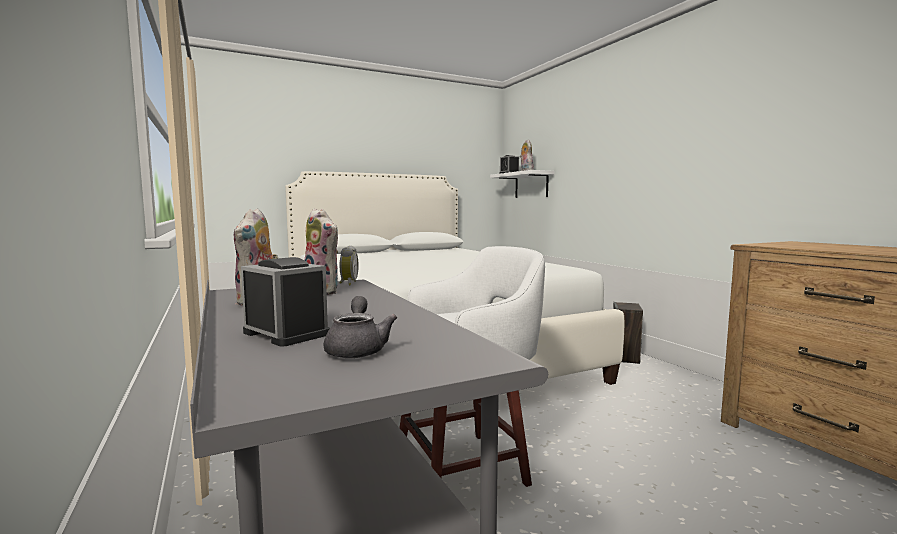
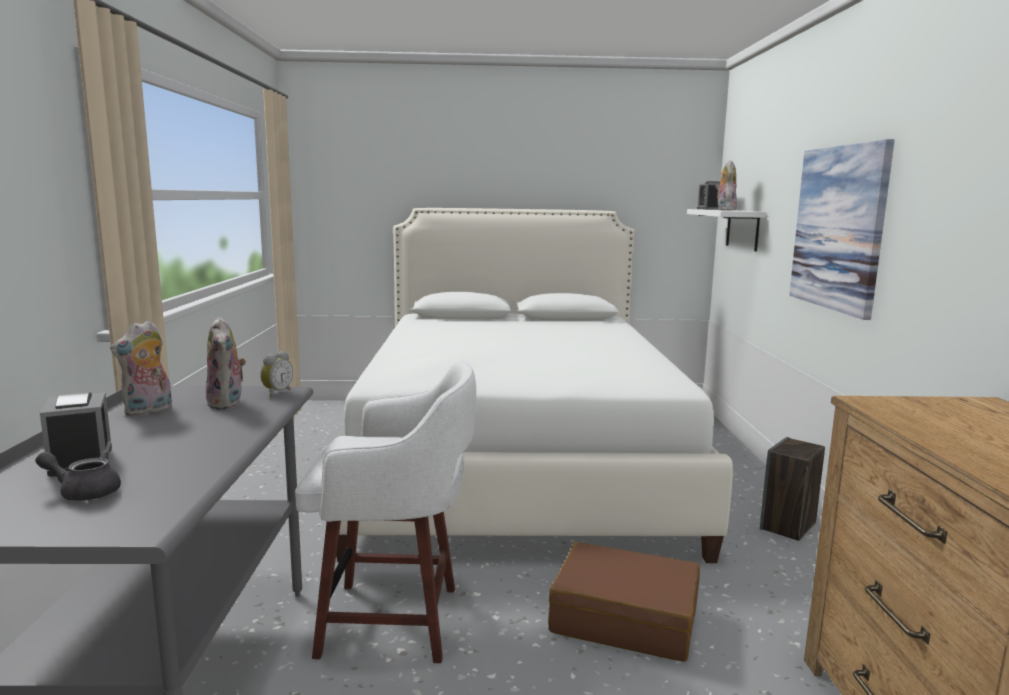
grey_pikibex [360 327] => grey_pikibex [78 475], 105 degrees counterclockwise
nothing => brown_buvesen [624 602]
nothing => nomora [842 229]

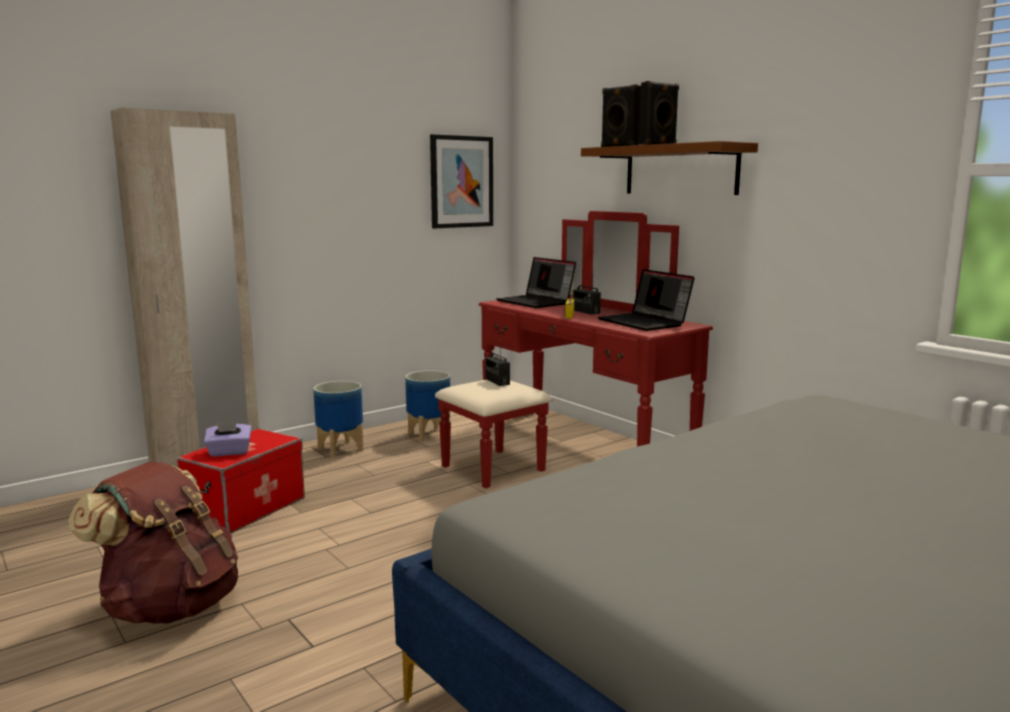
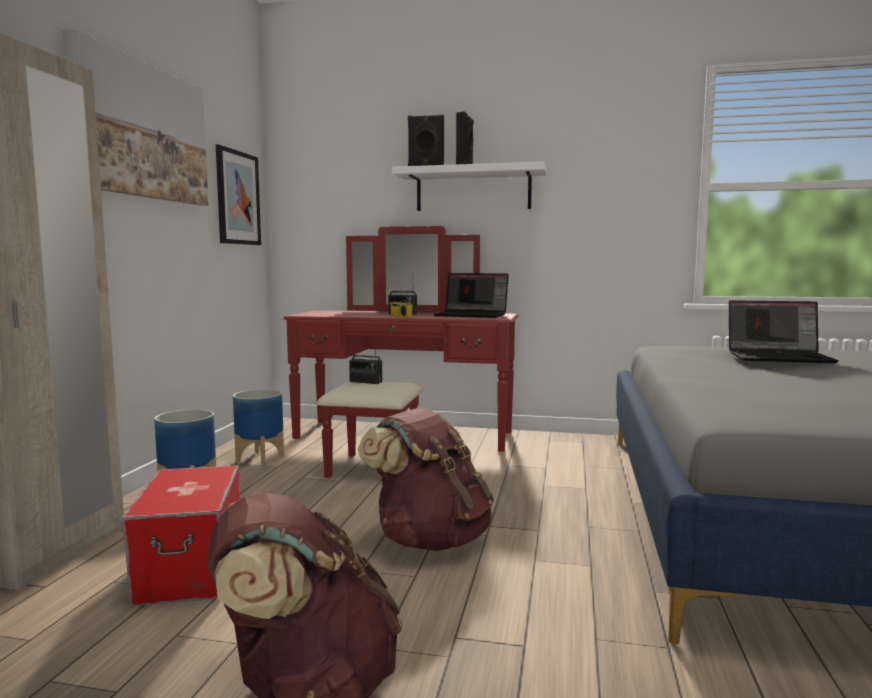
nothing => nomora [135 117]
nothing => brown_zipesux [426 479]
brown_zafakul [669 168] => white_zafakul [469 186]
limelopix [536 282] => limelopix [784 331], shifted
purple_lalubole [228 438] => nothing

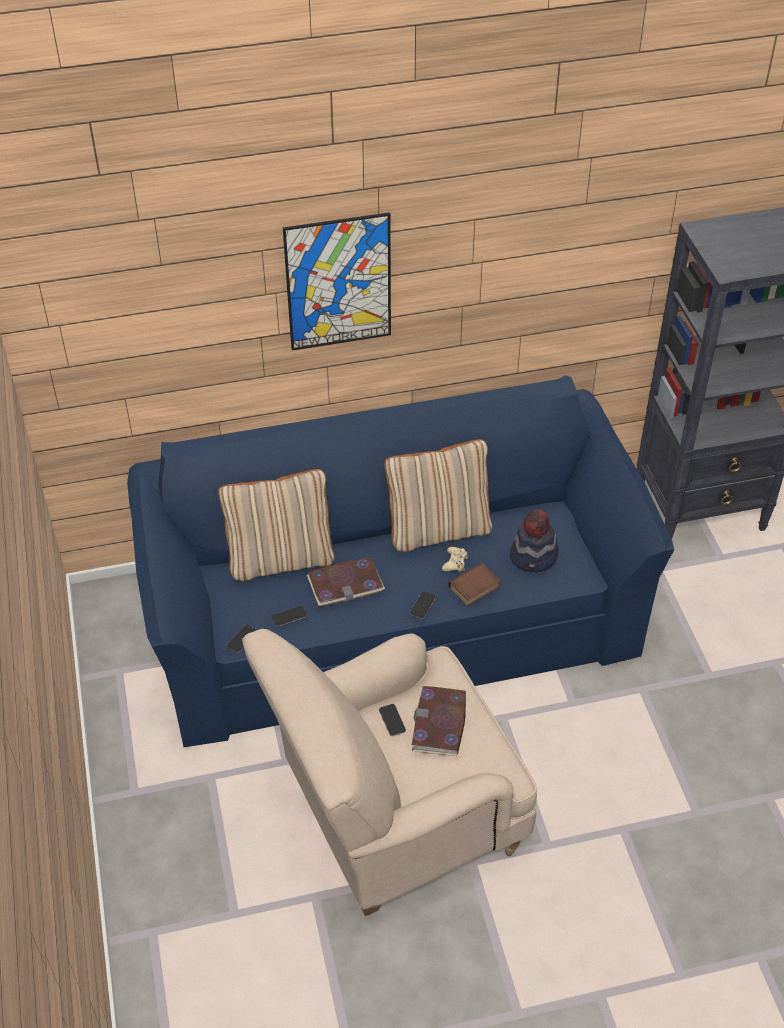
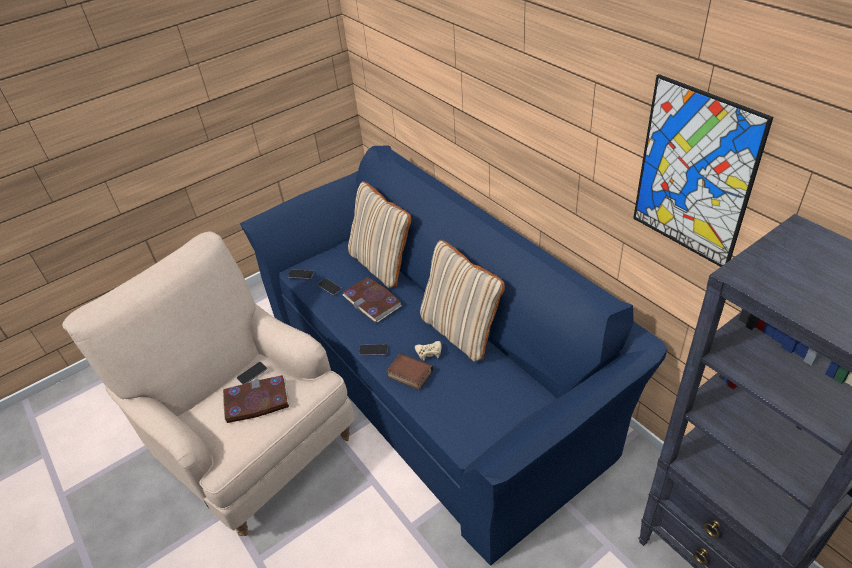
nomora [337 281] => nomora [703 170], shifted
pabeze [534 540] => nothing

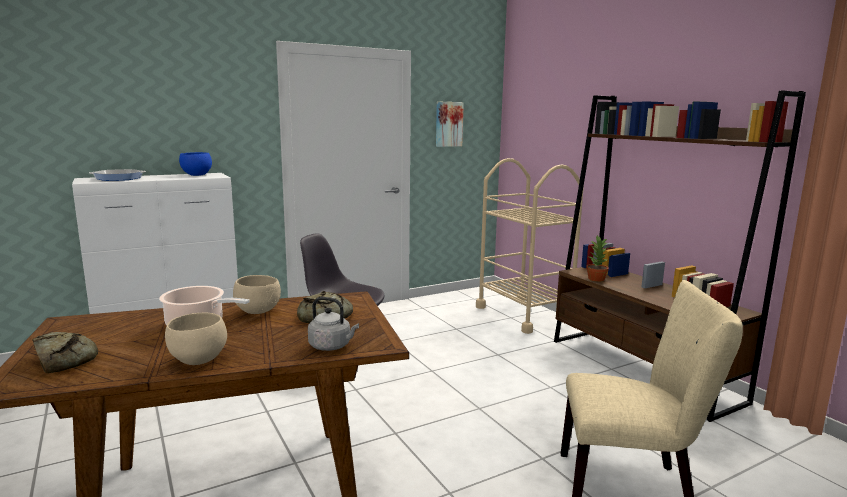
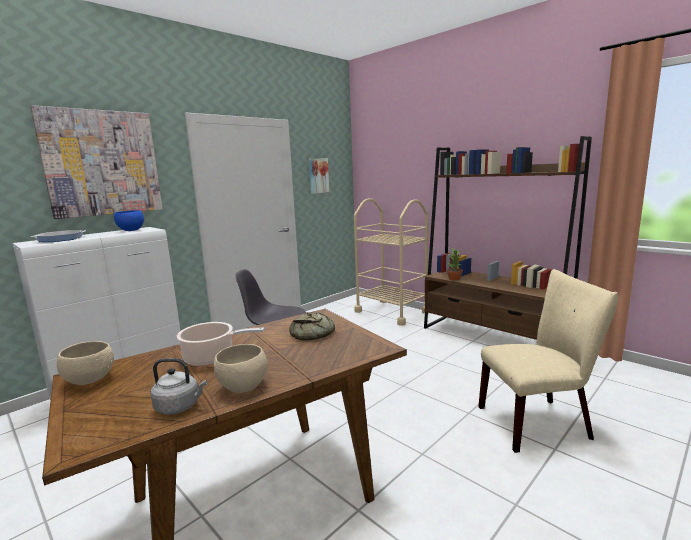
nothing => nomora [96 162]
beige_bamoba [257 294] => beige_bamoba [85 363], shifted
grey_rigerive [333 324] => grey_rigerive [179 386], shifted
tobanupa [65 352] => nothing

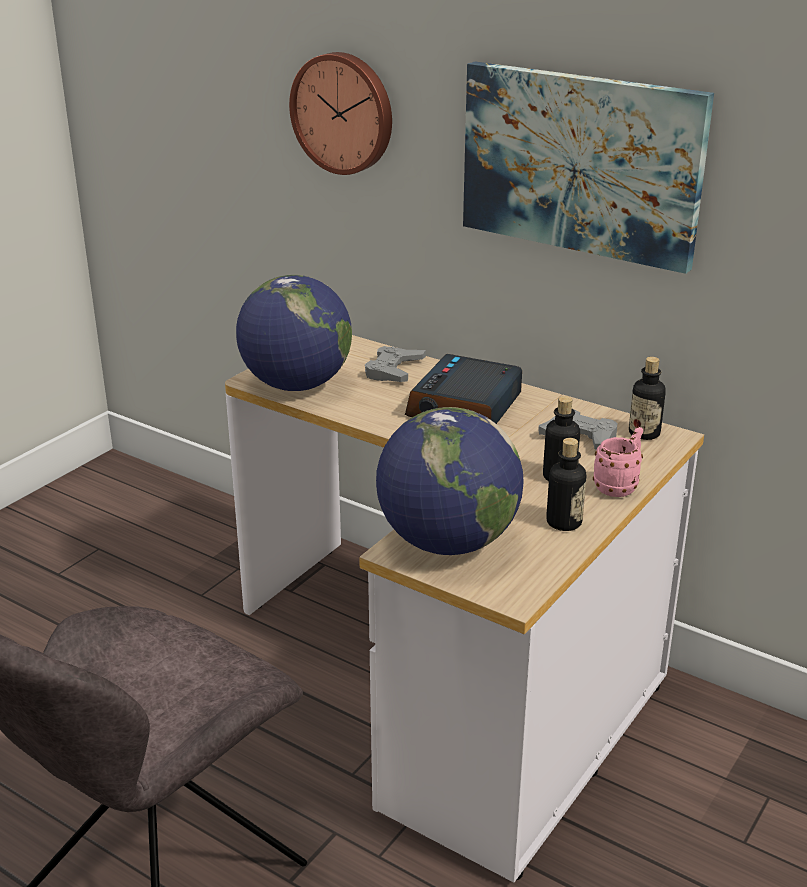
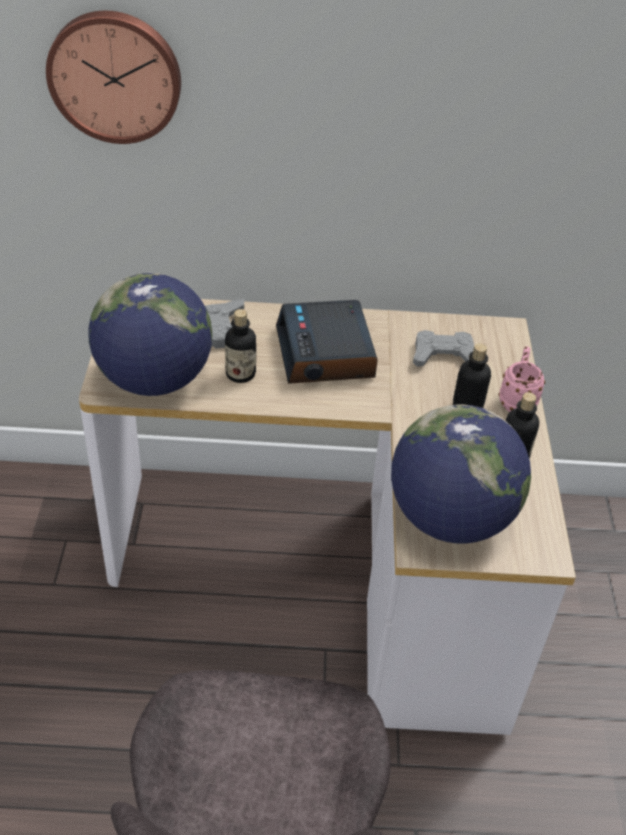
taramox [647 398] => taramox [240 346], shifted
nomora [588 168] => nothing

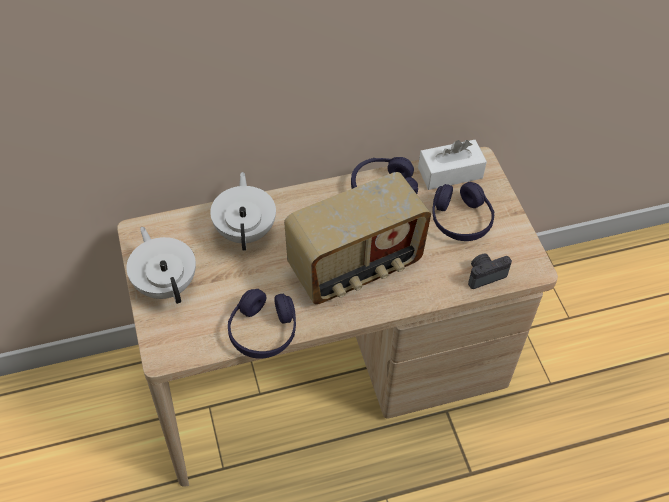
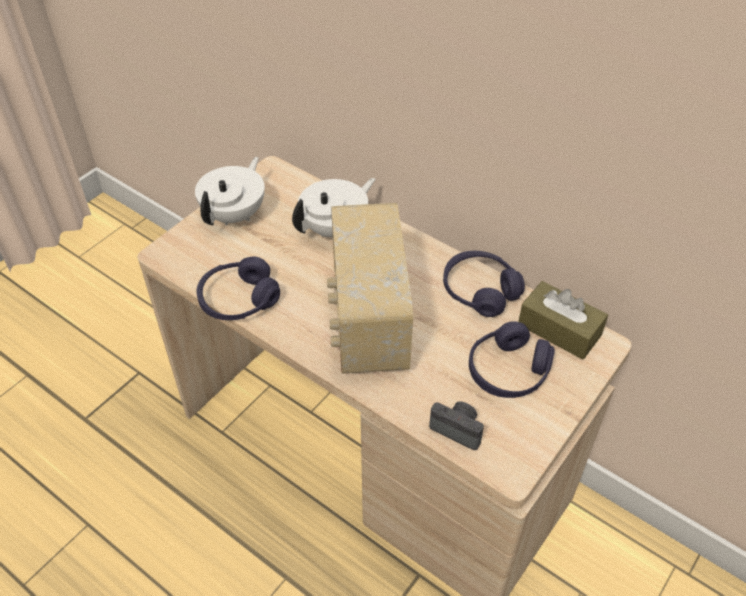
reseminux [357 238] => reseminux [370 288], 60 degrees clockwise
white_lalubole [452 165] => brown_lalubole [563 320]

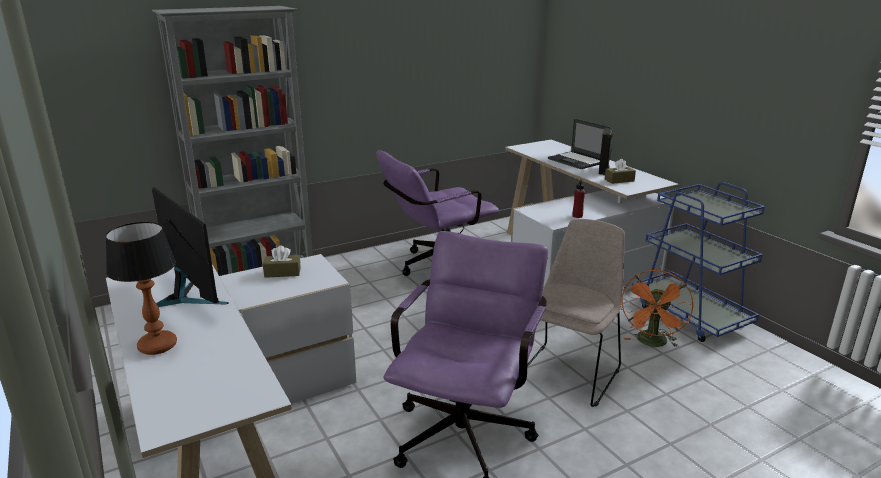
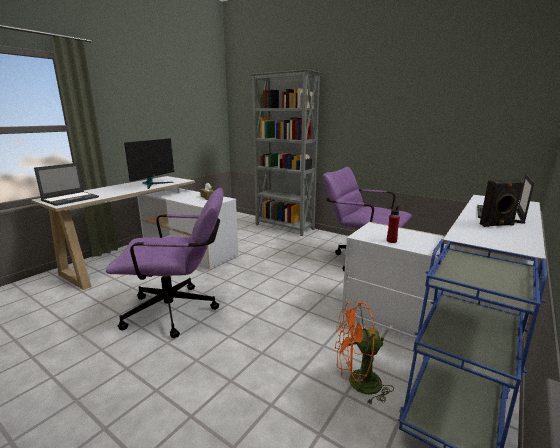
nothing => limelopix [66 184]
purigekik [141 288] => nothing
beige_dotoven [571 313] => nothing
brown_lalubole [620 171] => nothing

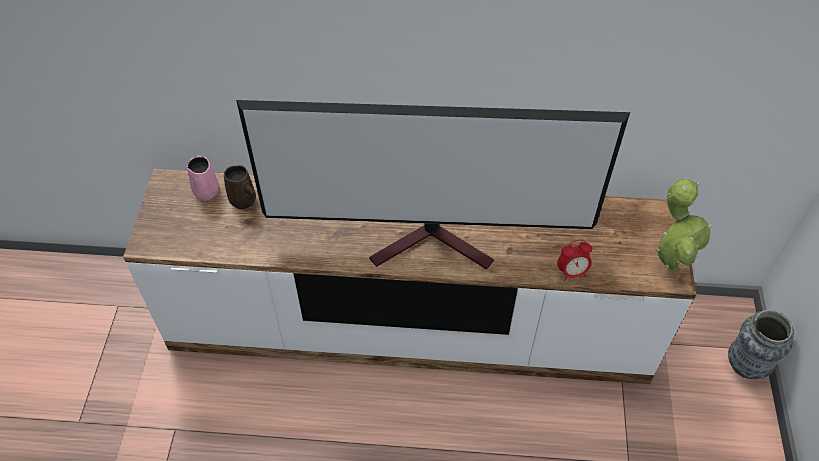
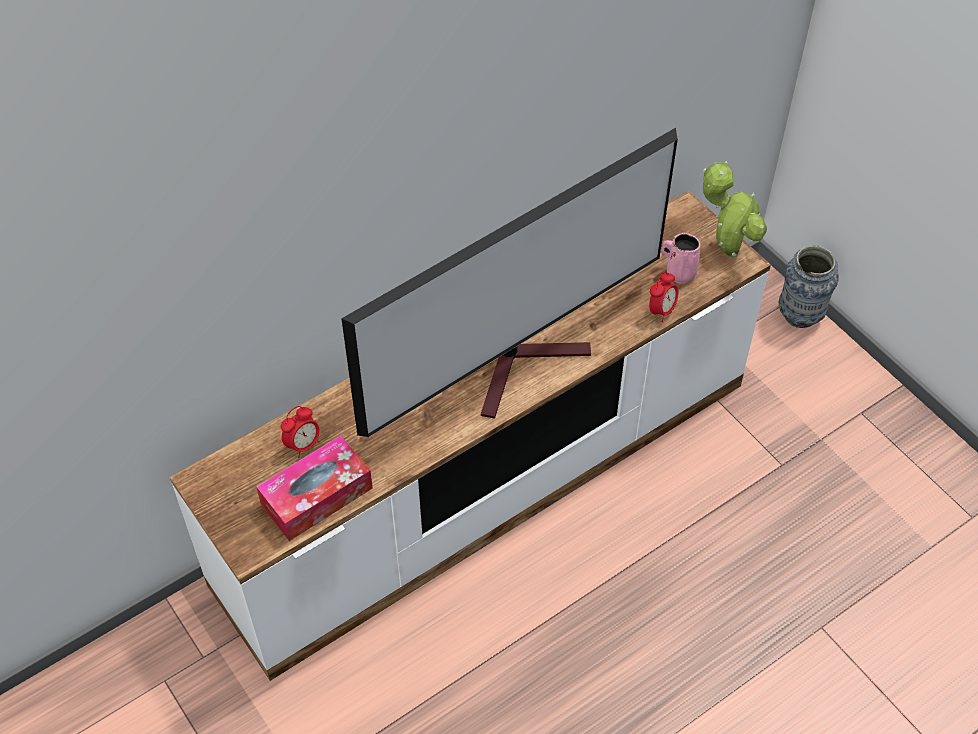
nothing => lalubole [314 488]
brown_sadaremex [240 187] => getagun [300 432]
pink_sadaremex [203 178] => pink_sadaremex [681 258], shifted

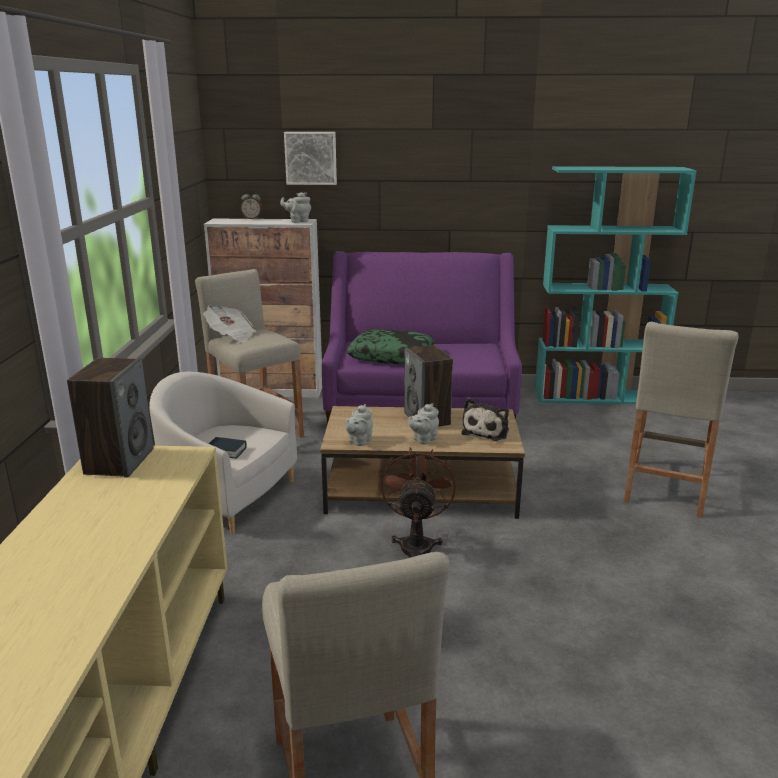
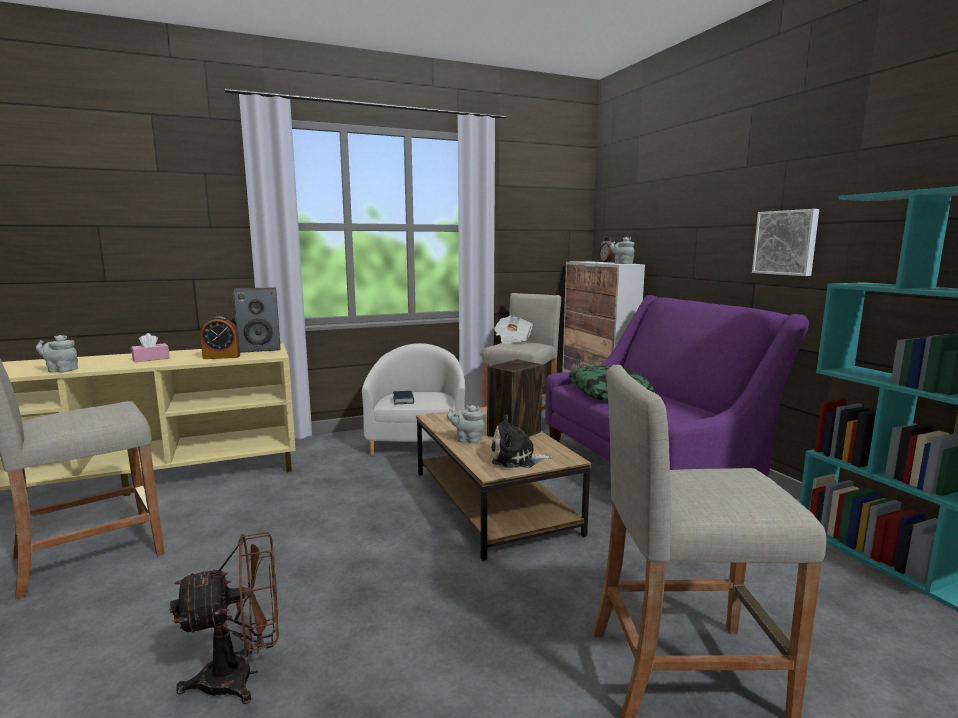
grey_pikibex [359 425] => grey_pikibex [57 354], shifted
nothing => pink_lalubole [150 347]
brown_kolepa [418 502] => brown_kolepa [224 618], shifted
nothing => getagun [220 337]
nomora [310 158] => nomora [785 242], shifted

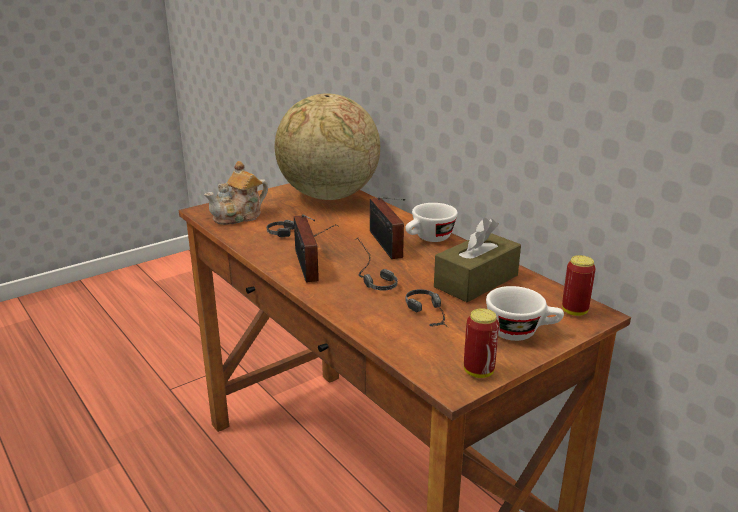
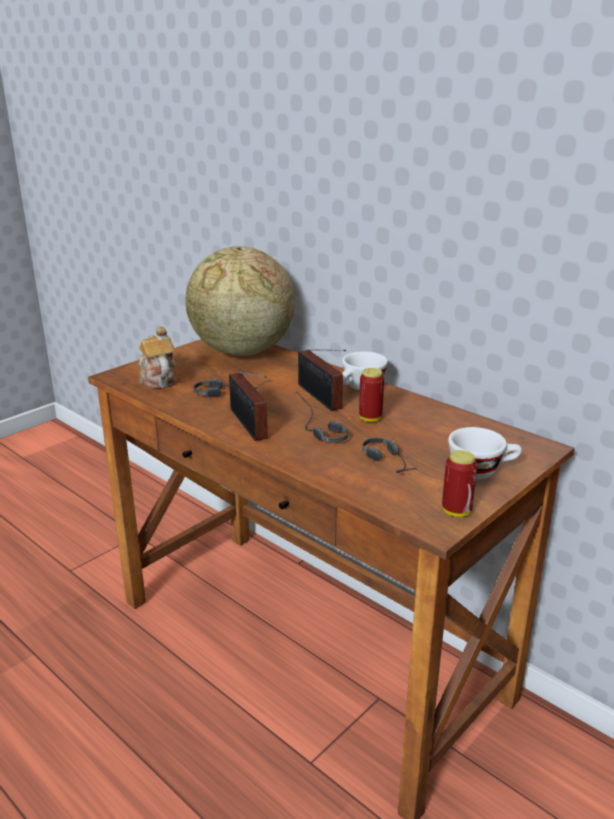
pikibex [236 193] => pikibex [157 357], 120 degrees clockwise
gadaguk [578 285] => gadaguk [371 395], shifted
brown_lalubole [477 260] => nothing

